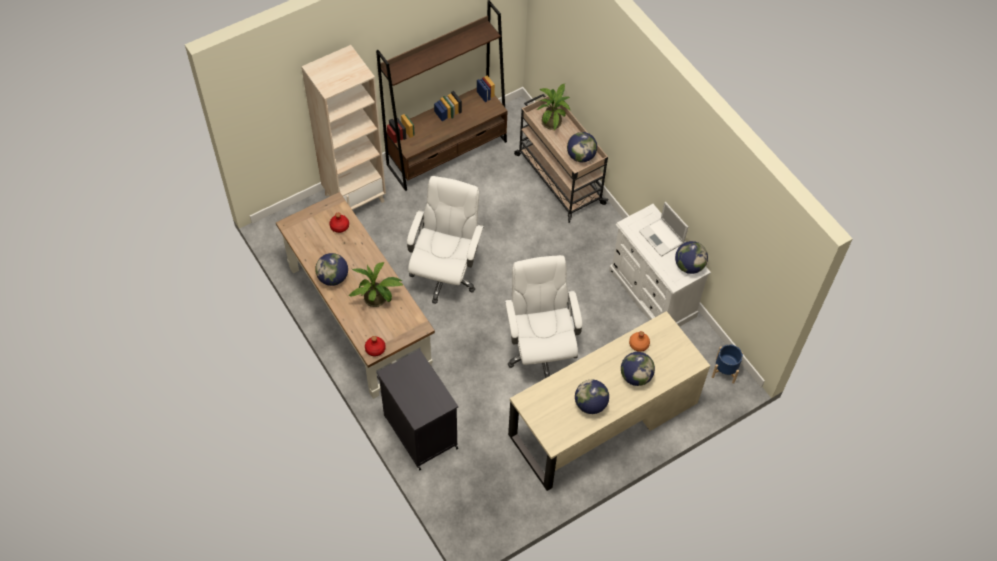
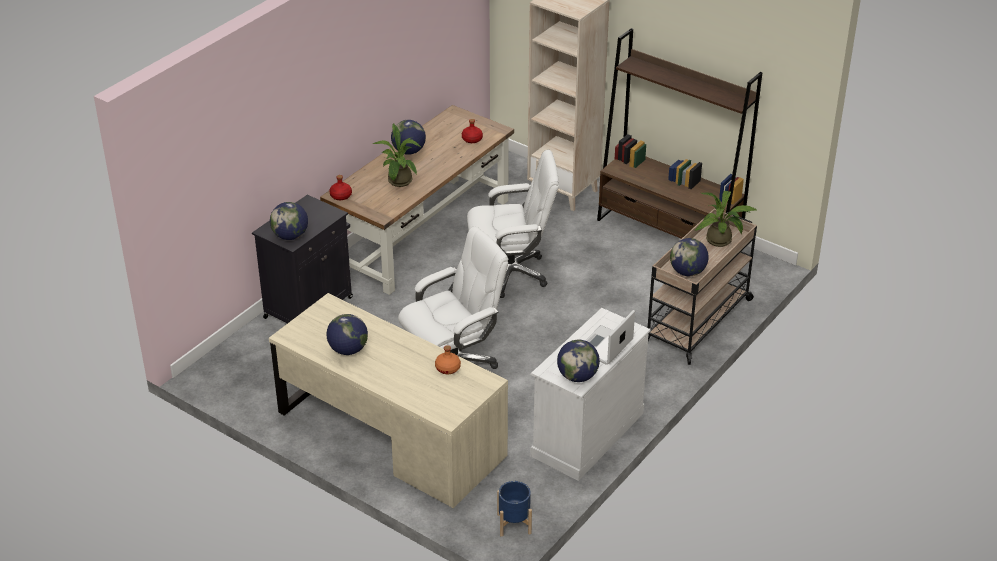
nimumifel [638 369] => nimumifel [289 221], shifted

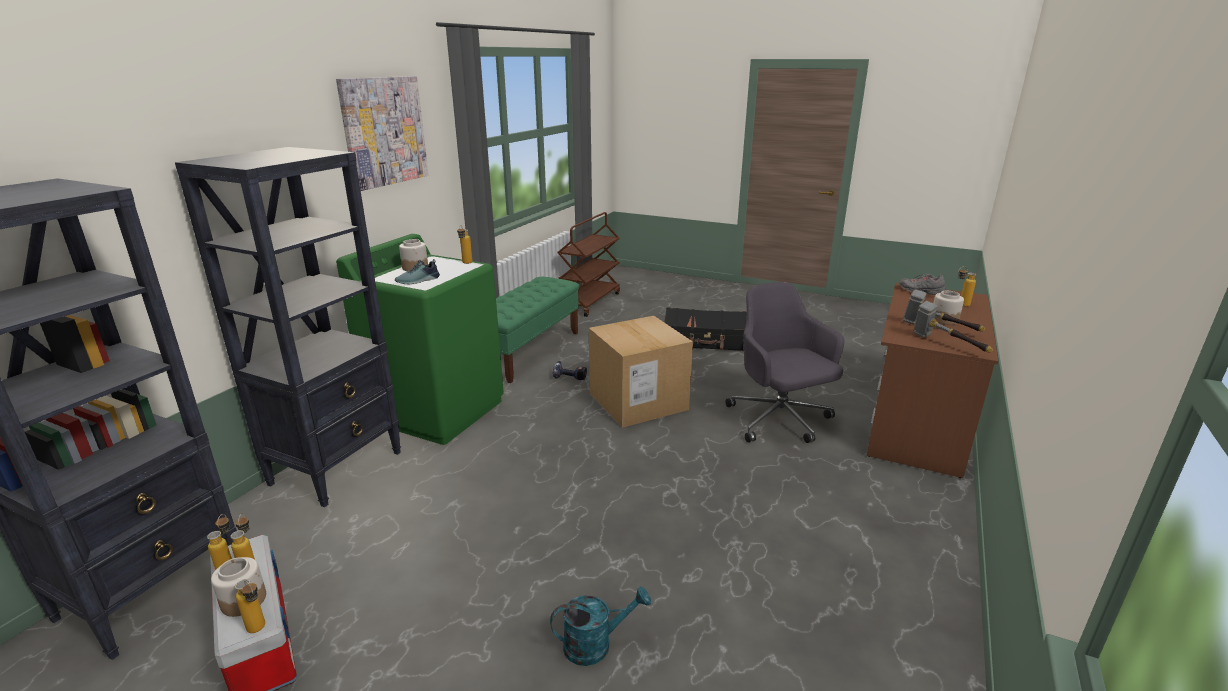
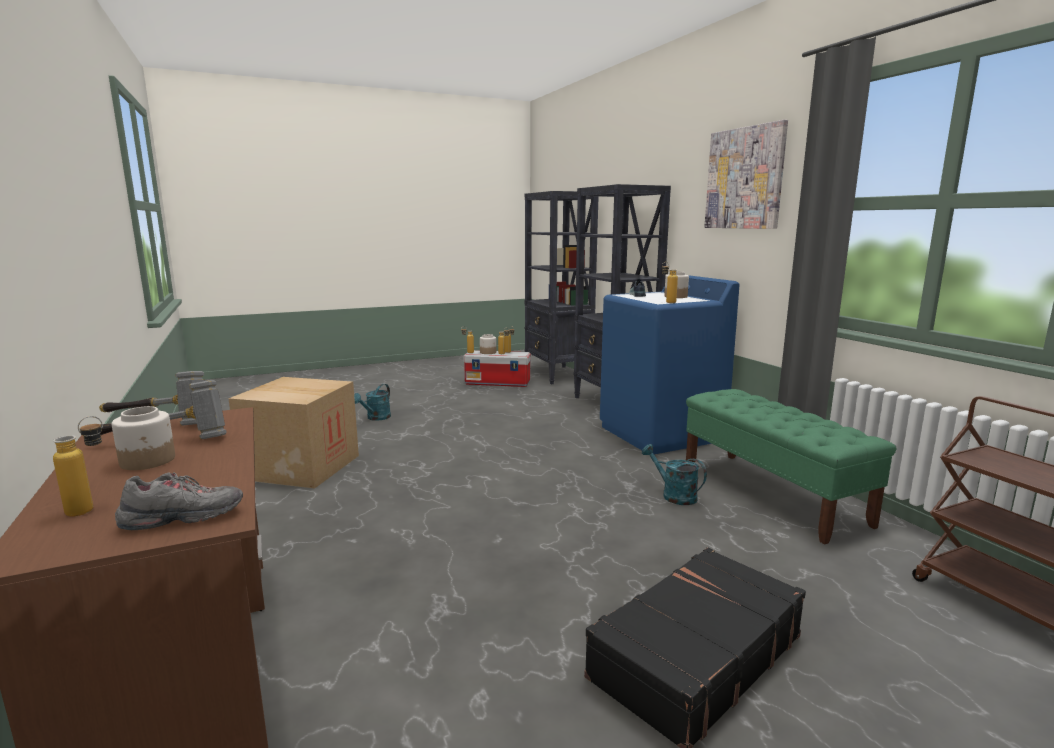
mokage [641 372] => mokage [293 433], shifted
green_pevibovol [420 339] => blue_pevibovol [670 364]
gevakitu [570 370] => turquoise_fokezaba [674 474]
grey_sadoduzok [784 362] => nothing

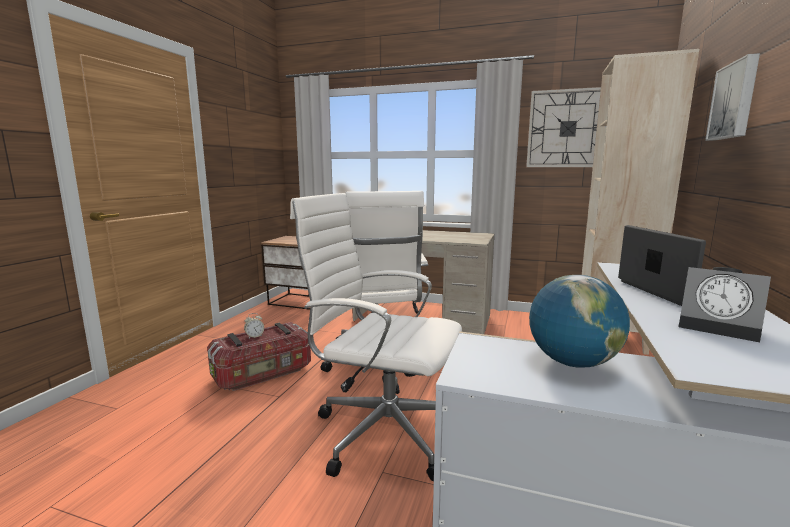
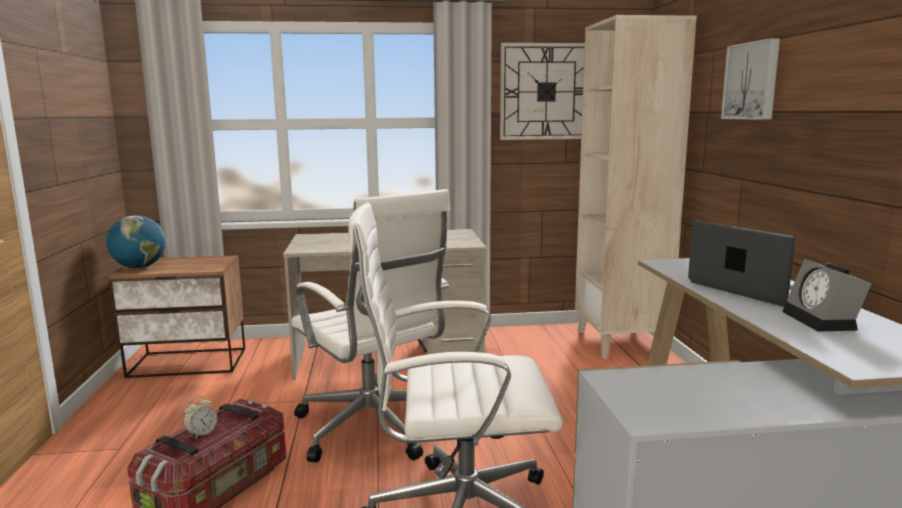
nimumifel [579 321] => nimumifel [136 242], shifted
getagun [725 304] => getagun [827 295], 75 degrees clockwise

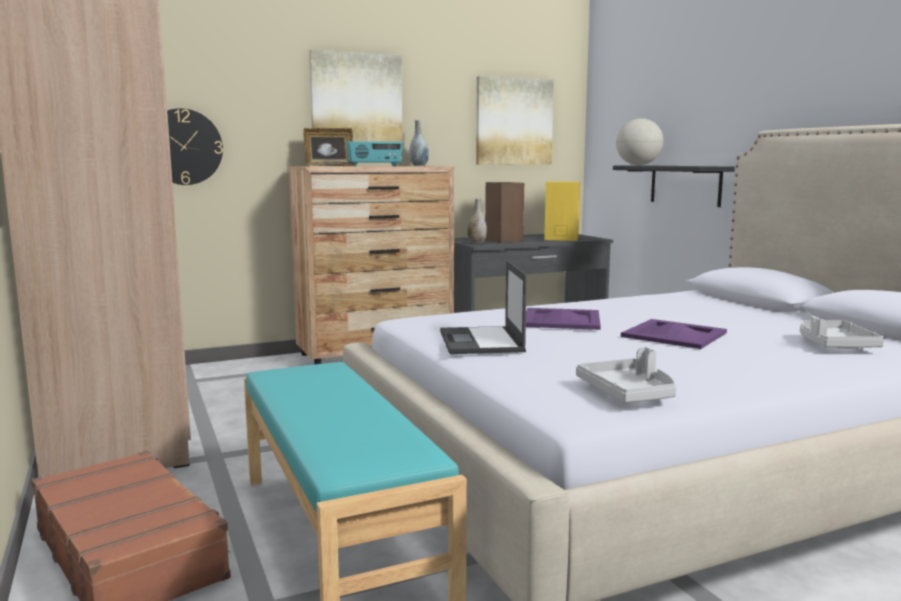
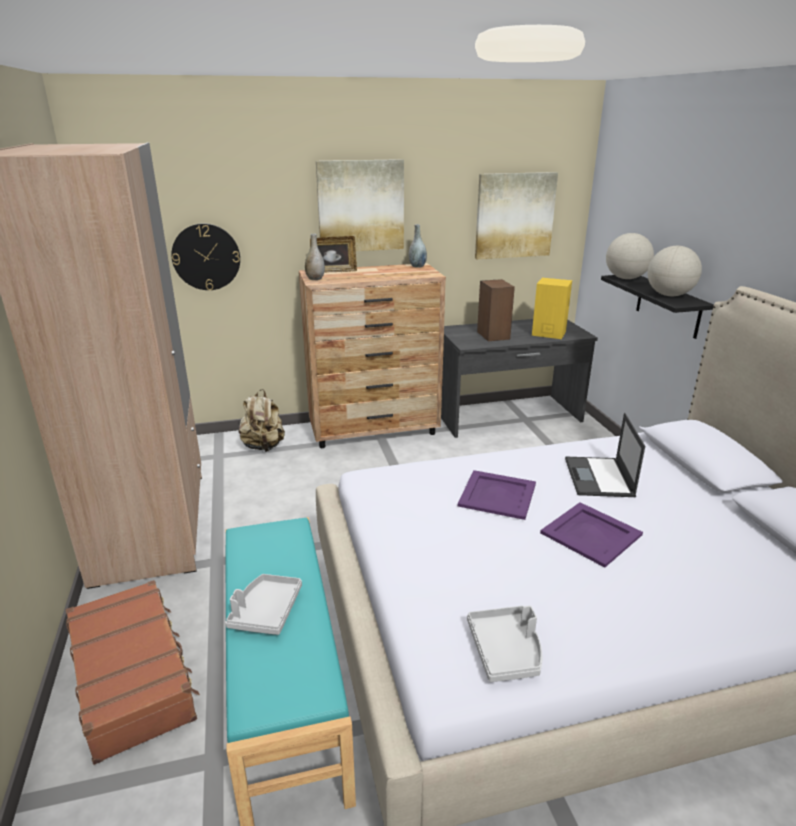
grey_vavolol [842 332] => grey_vavolol [263 604], shifted
nothing => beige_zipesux [262 420]
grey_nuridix [477 221] => grey_nuridix [315 257], shifted
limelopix [483 307] => limelopix [605 455], shifted
nothing => nimumifel [675 271]
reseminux [374 154] => nothing

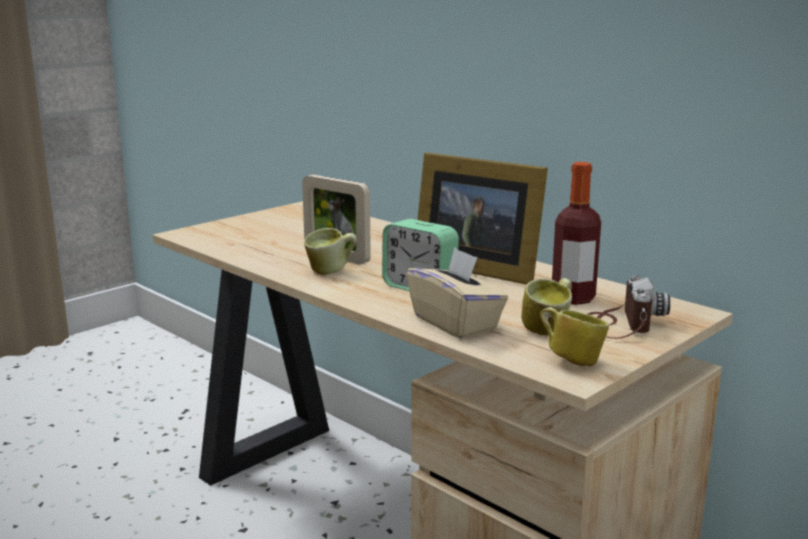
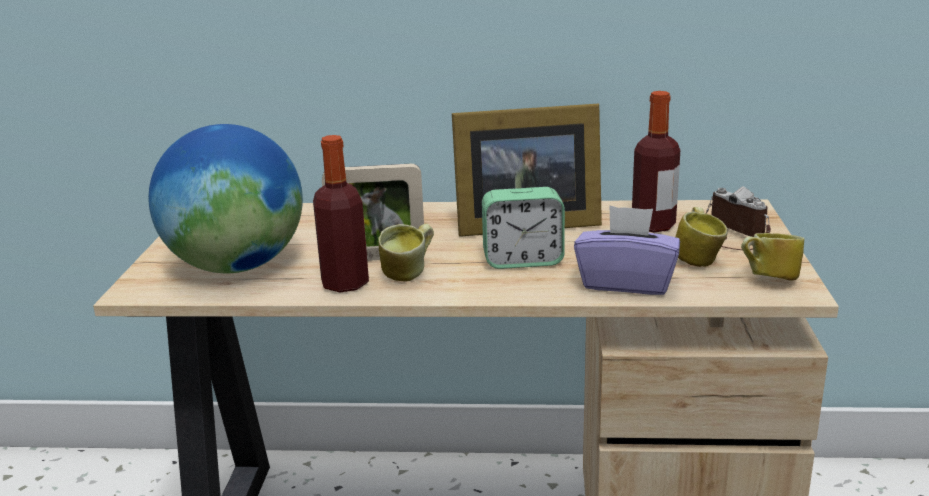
nothing => nimumifel [226 198]
nothing => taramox [341 213]
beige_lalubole [457 293] => purple_lalubole [627 250]

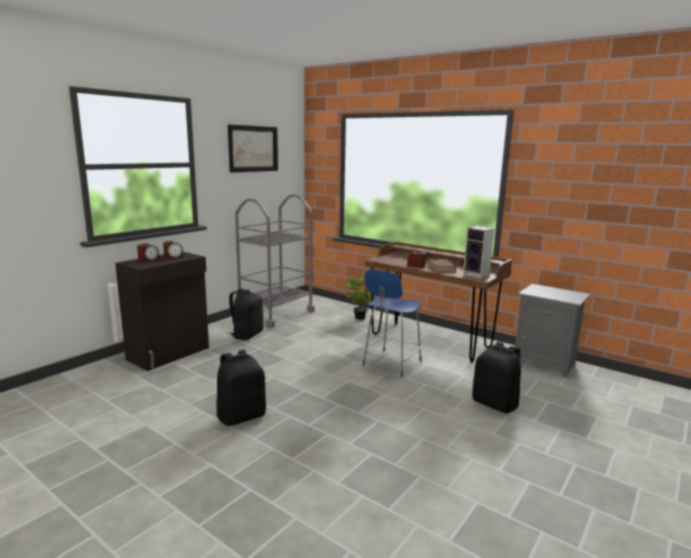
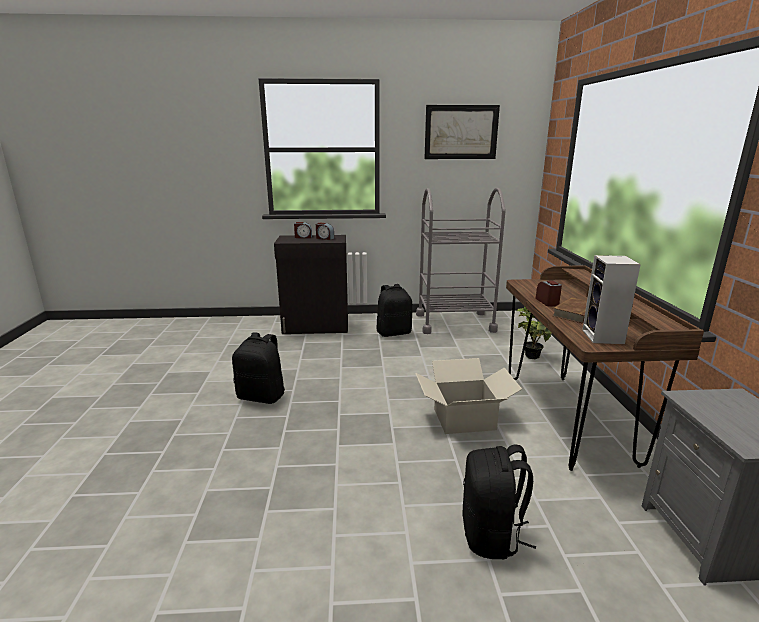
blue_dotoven [392 323] => mokage [468 396]

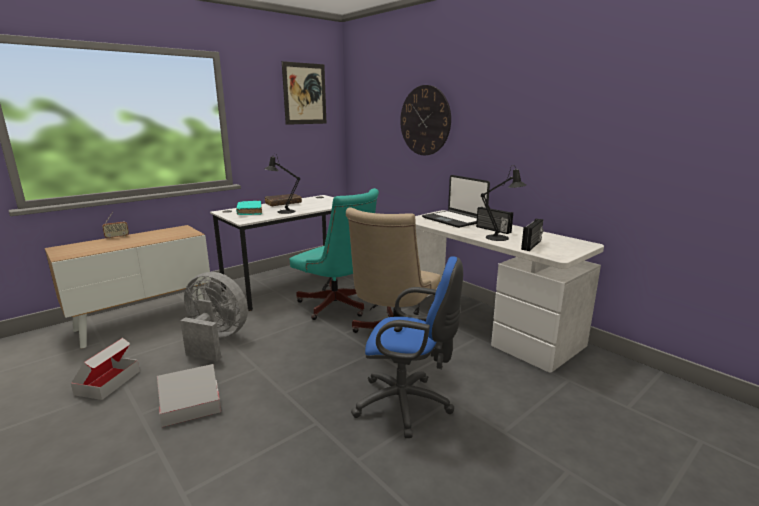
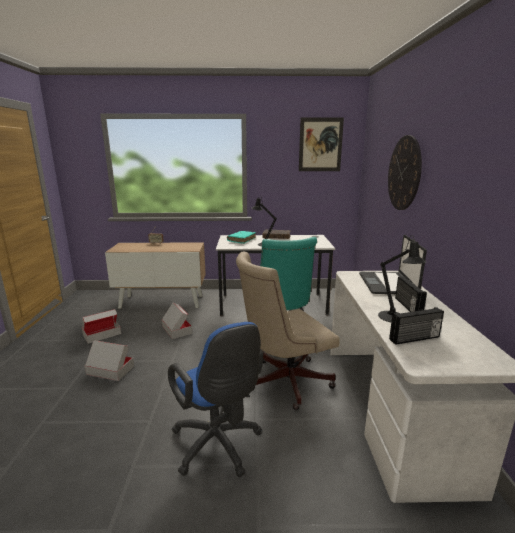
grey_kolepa [214 316] => mokage [177 321]

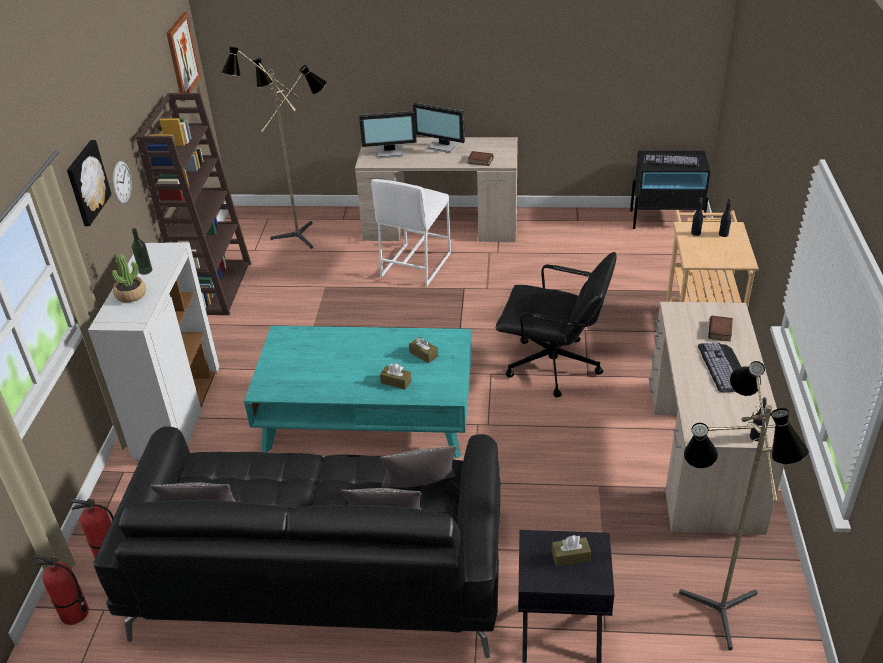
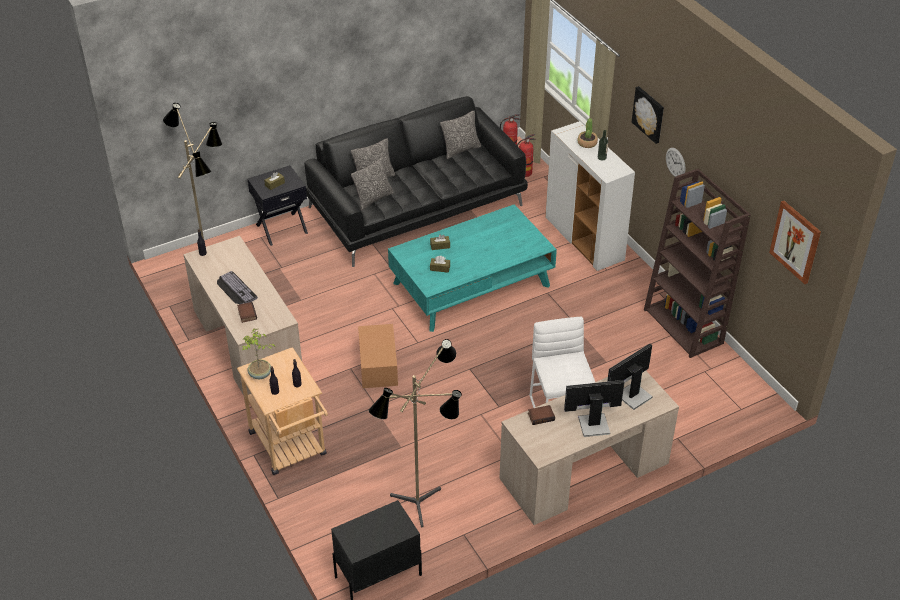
nothing => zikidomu [258 353]
black_sadoduzok [556 324] => mokage [378 356]
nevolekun [274 148] => nevolekun [415 433], shifted
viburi [671 160] => nothing

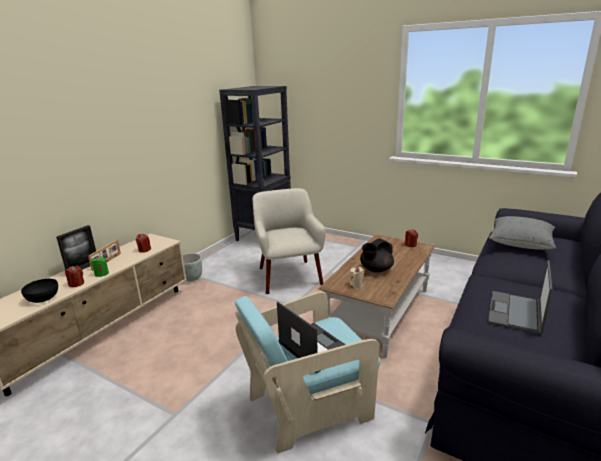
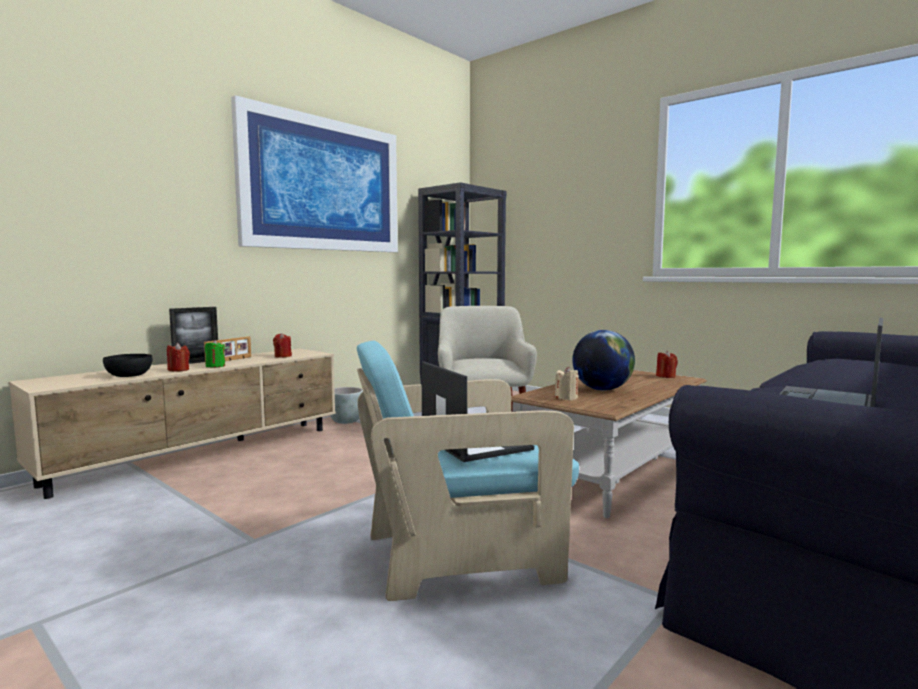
nothing => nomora [314 173]
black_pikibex [377 255] => nimumifel [603 360]
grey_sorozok [522 233] => nothing

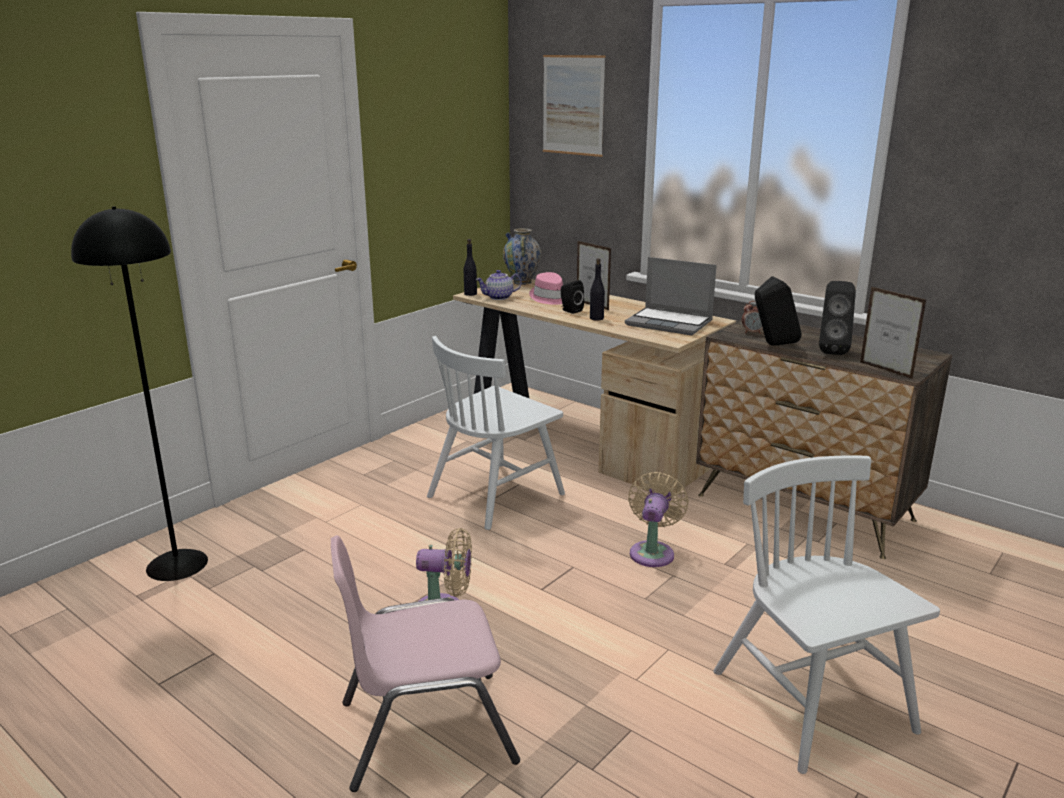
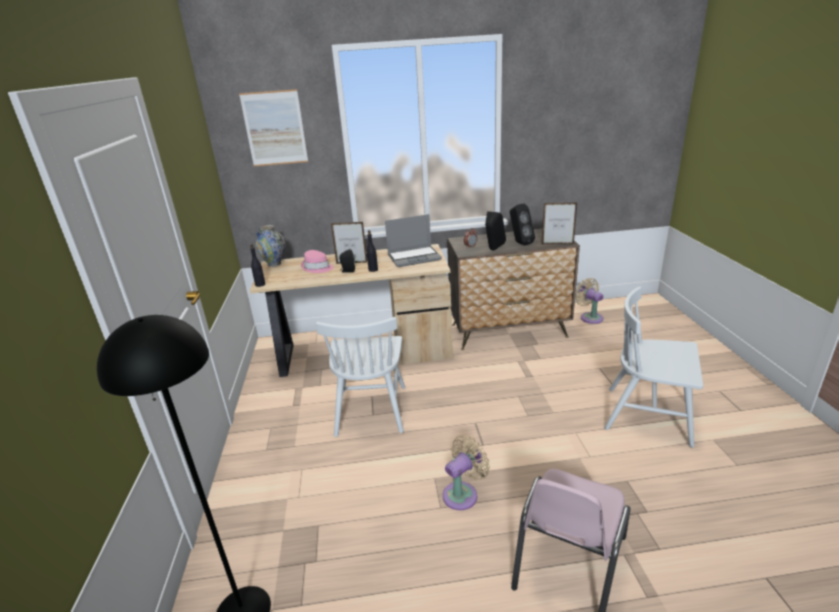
beige_kolepa [658 519] => beige_kolepa [589 301], shifted
pikibex [499 285] => nothing

